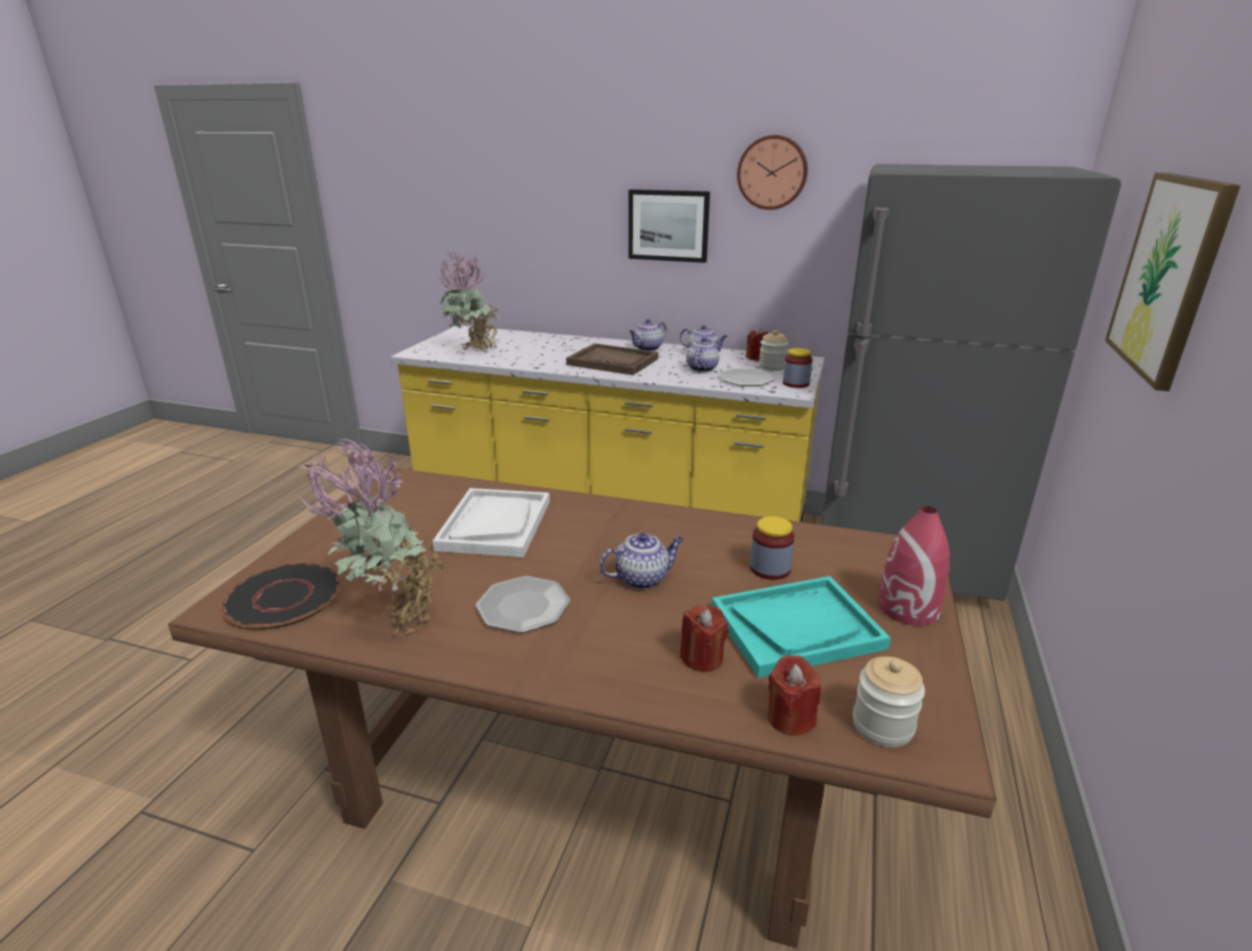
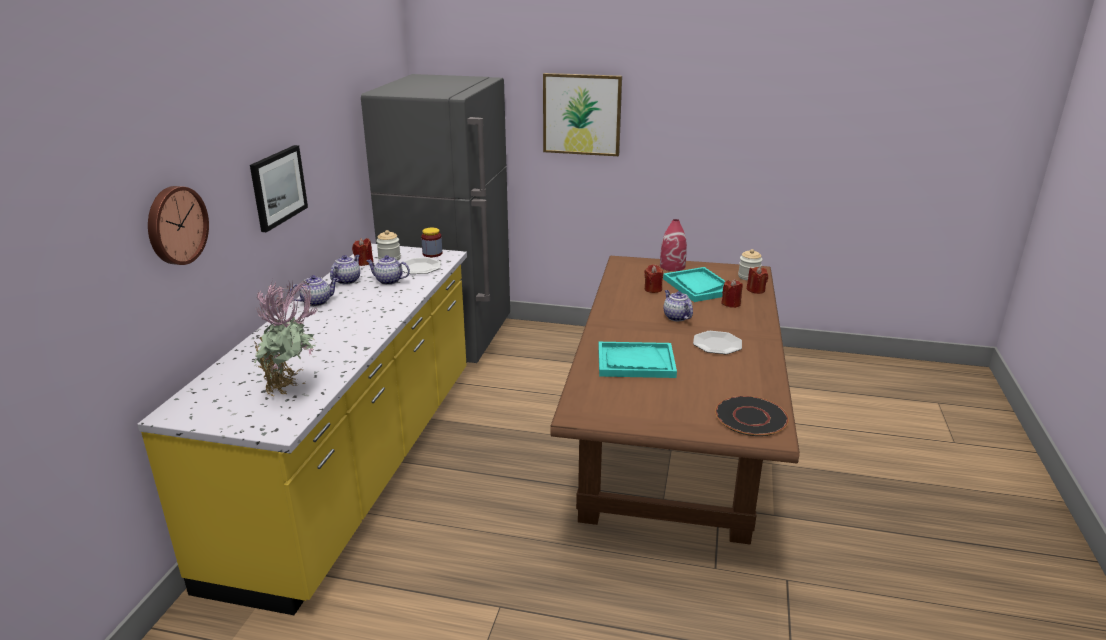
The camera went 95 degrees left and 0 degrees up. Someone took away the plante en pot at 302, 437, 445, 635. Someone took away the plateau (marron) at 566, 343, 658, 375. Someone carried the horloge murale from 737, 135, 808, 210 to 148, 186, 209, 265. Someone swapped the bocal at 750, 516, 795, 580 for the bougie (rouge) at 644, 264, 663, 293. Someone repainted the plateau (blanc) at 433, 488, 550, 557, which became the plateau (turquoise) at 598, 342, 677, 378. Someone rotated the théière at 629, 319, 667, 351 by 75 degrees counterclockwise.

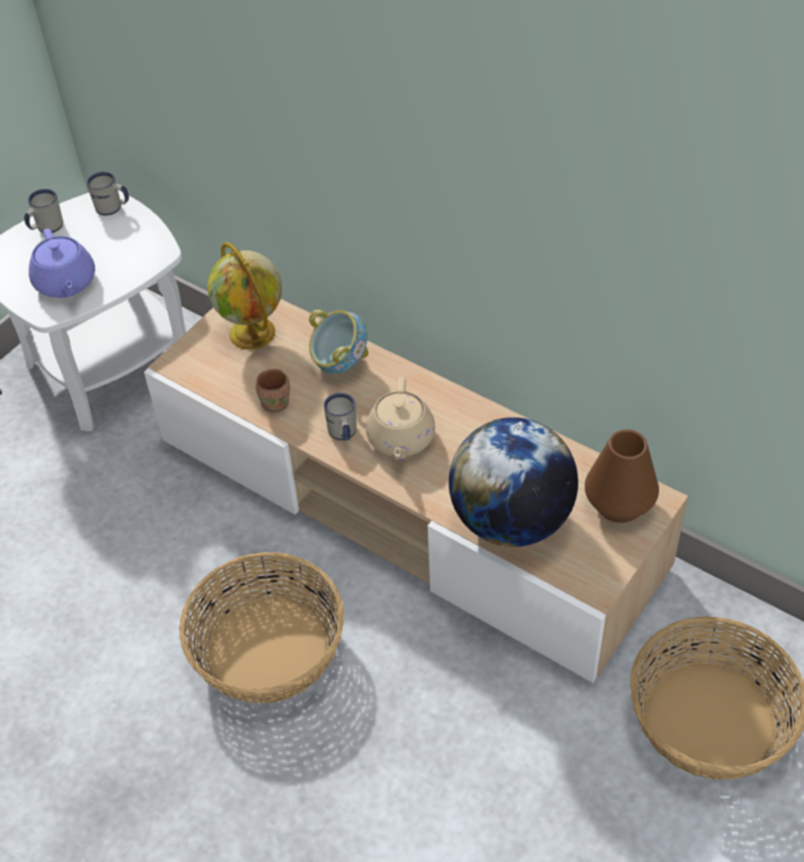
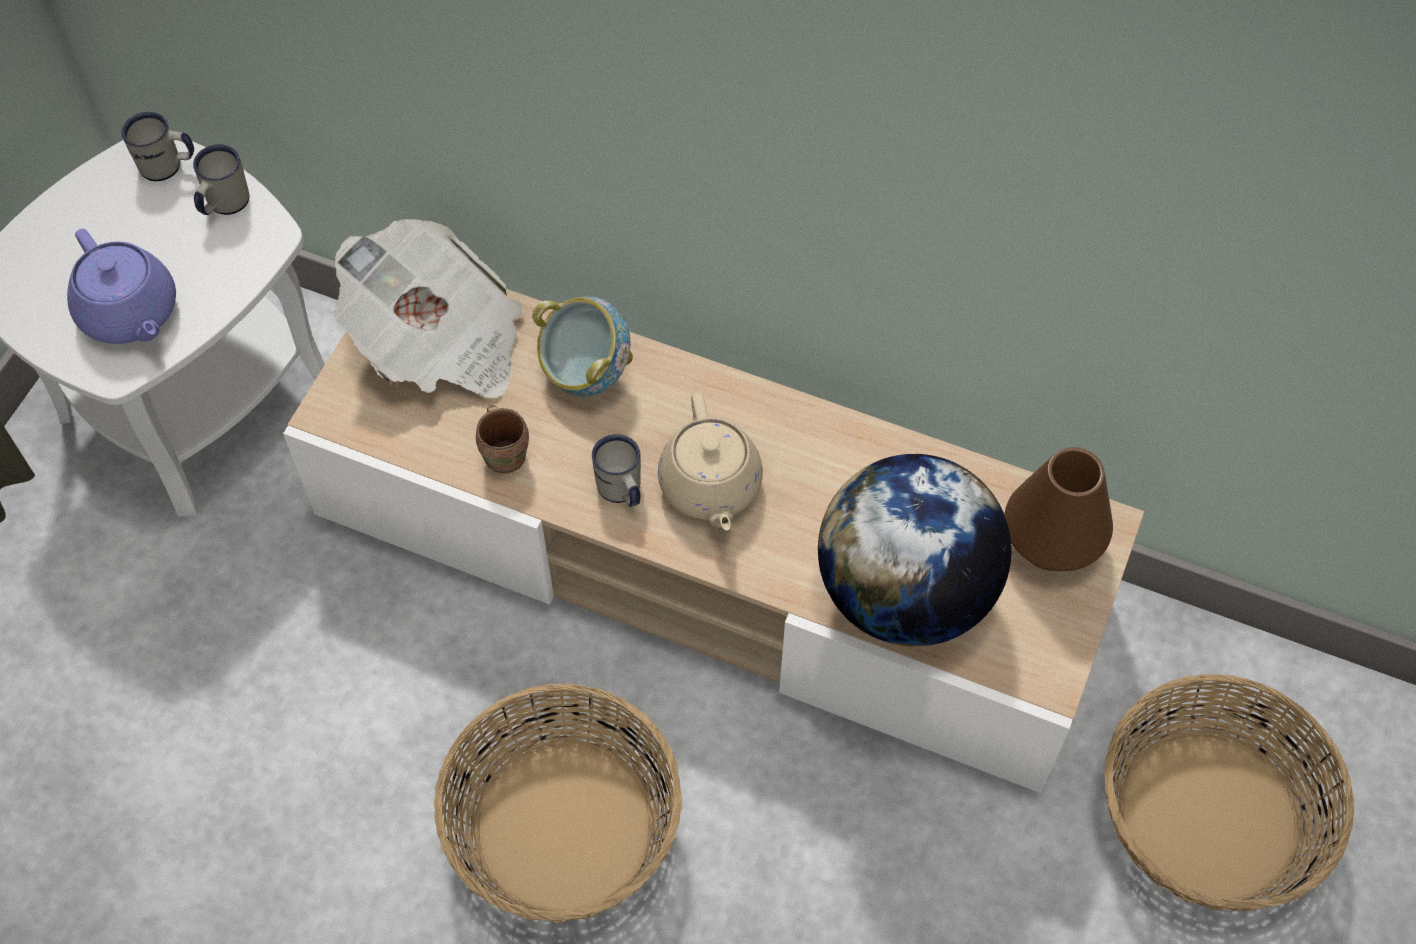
The camera went 15 degrees left and 10 degrees up. Someone carried the mug (blanc) from 24, 189, 63, 233 to 193, 144, 250, 215. Someone swapped the globe at 207, 242, 282, 350 for the journal at 334, 219, 522, 399.

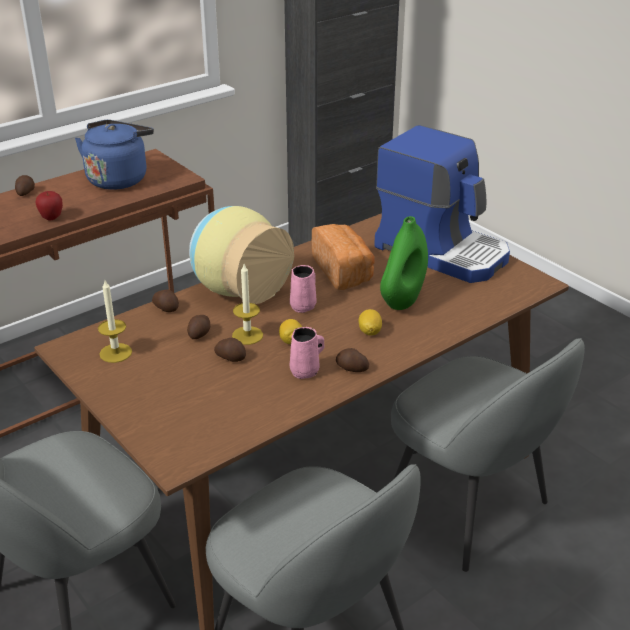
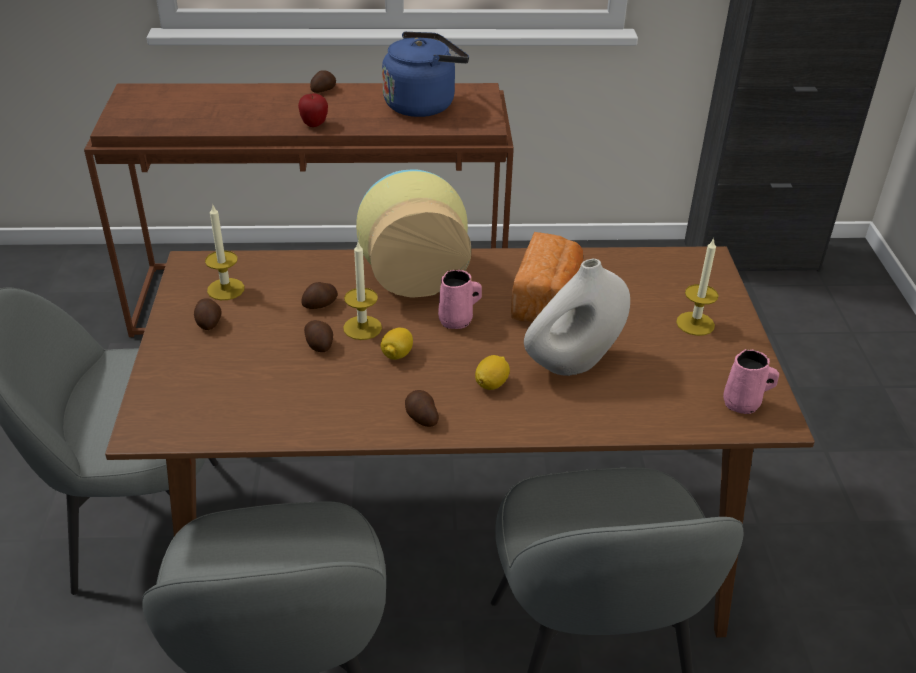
The camera went 35 degrees right and 5 degrees up. Someone carried the pomme de terre from 152, 290, 179, 312 to 194, 298, 221, 330. Someone carried the mug (rose) from 290, 327, 324, 379 to 723, 349, 779, 414. Someone swapped the machine à café at 374, 125, 510, 283 for the bougie at 676, 238, 719, 336. Someone repainted the vase (vert) at 380, 216, 428, 310, which became the vase (blanc) at 524, 258, 630, 376.

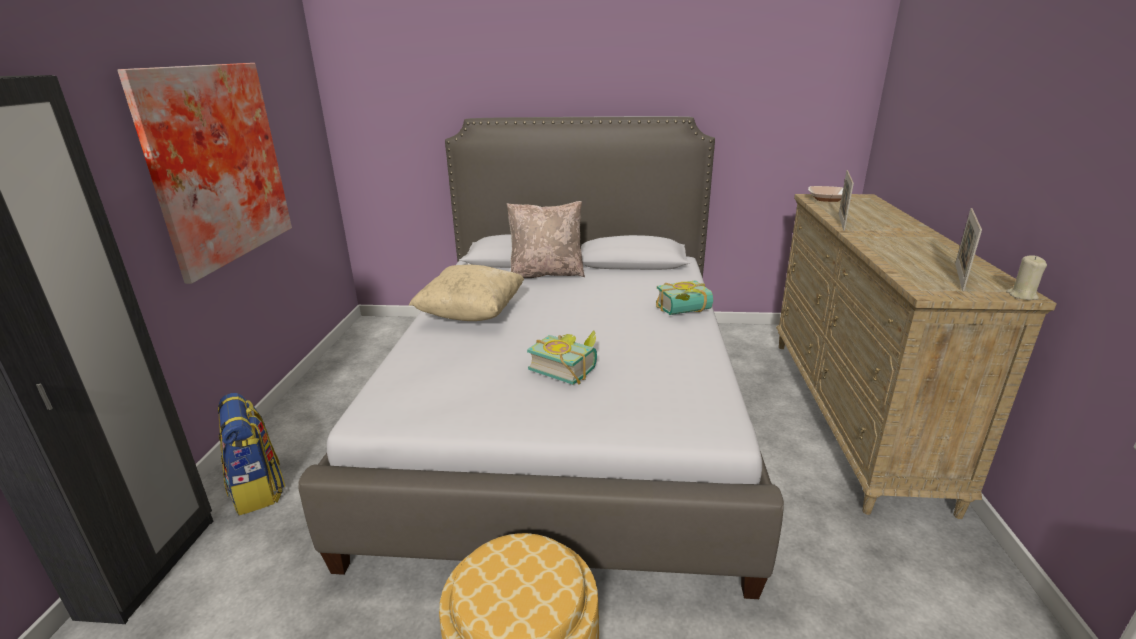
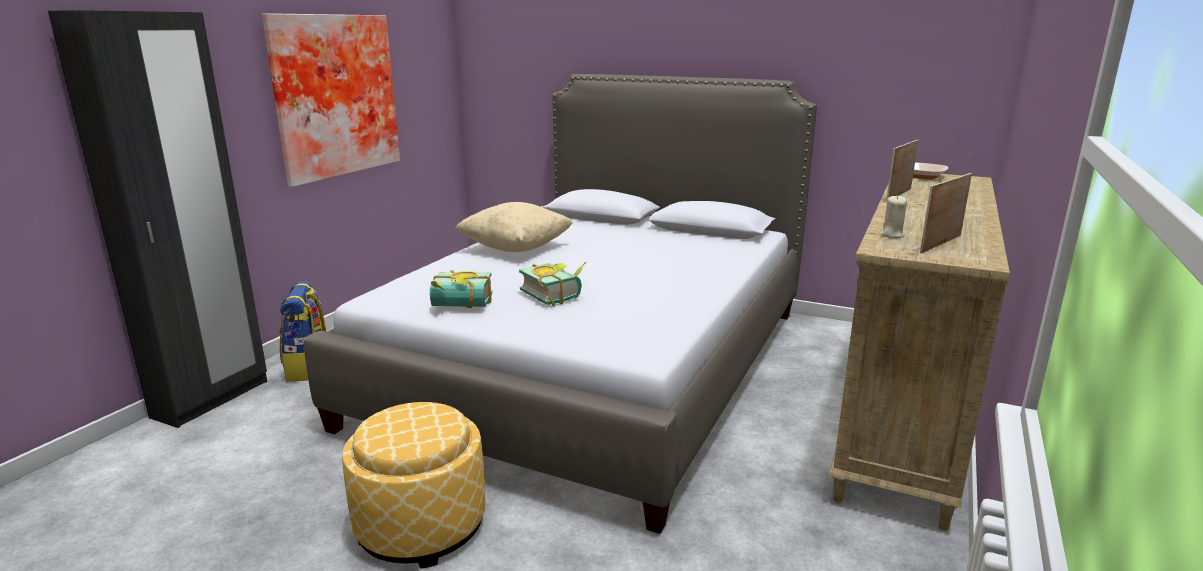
The camera went 20 degrees right and 5 degrees down. Someone took away the coussin (beige) at 507, 201, 585, 278. Someone carried the livre from 656, 280, 713, 315 to 430, 270, 492, 308. Someone carried the bougie (beige) from 1006, 255, 1047, 300 to 880, 195, 907, 238.

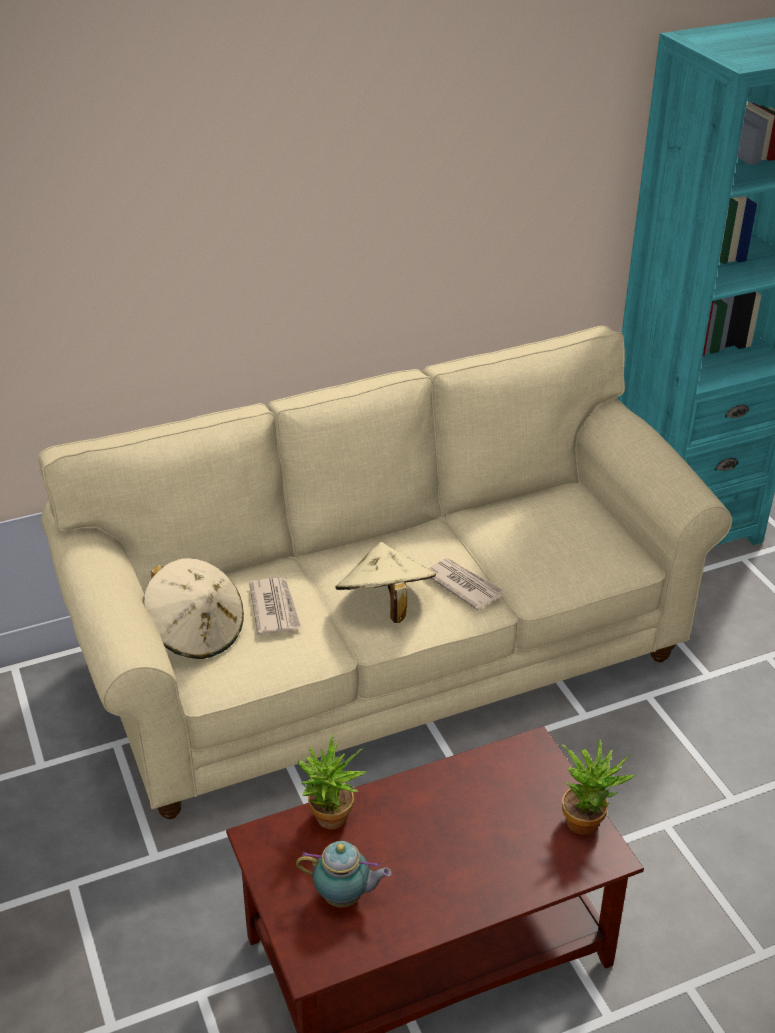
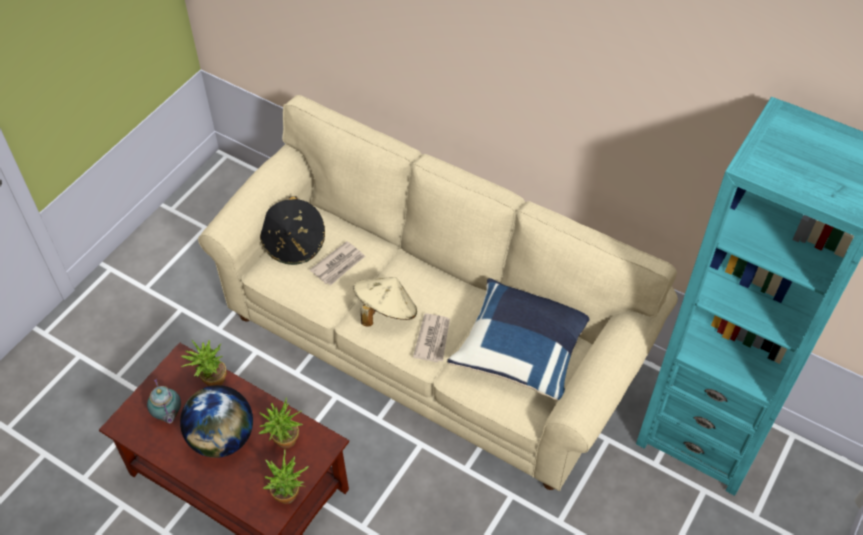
The camera went 55 degrees right and 15 degrees up. Someone put down the globe at 180, 385, 253, 458. Someone put down the plante en pot at 259, 397, 303, 449. Someone put down the coussin (bleu) at 447, 278, 590, 401. Someone repainted the chapeau (beige) at 143, 558, 244, 659, which became the chapeau (noir) at 260, 196, 325, 265.

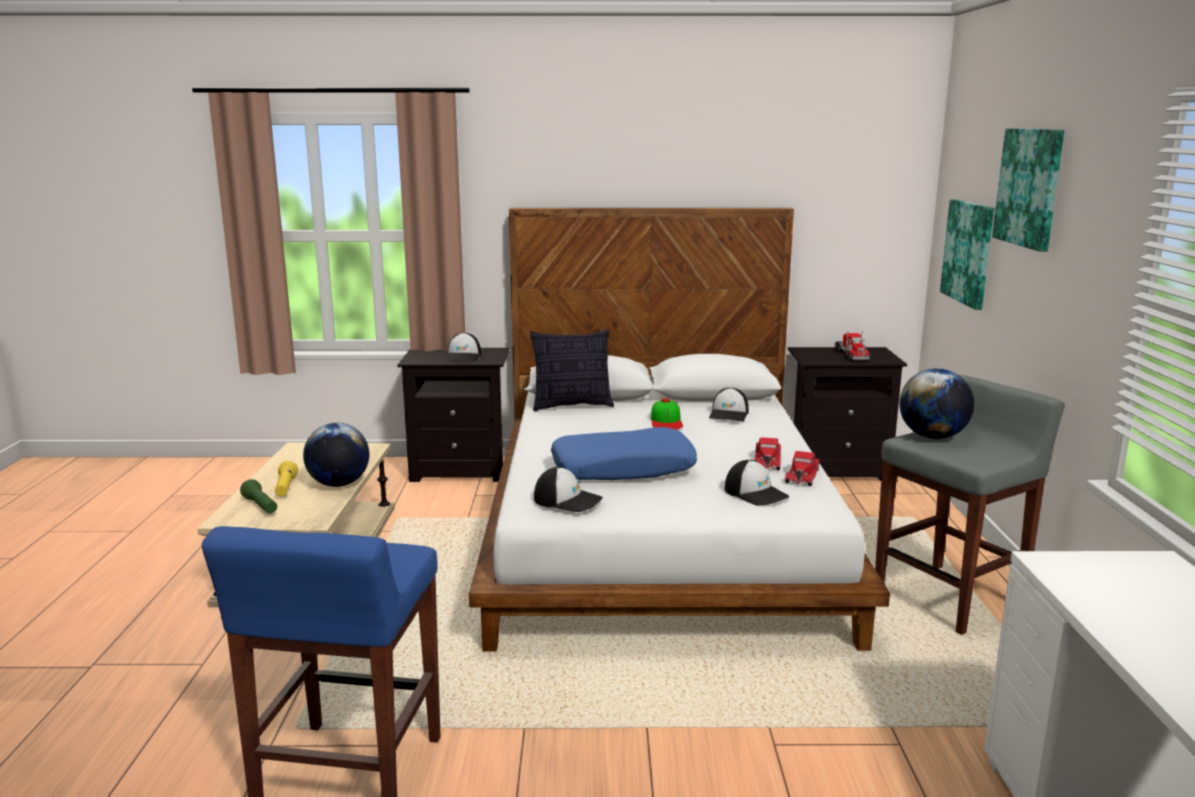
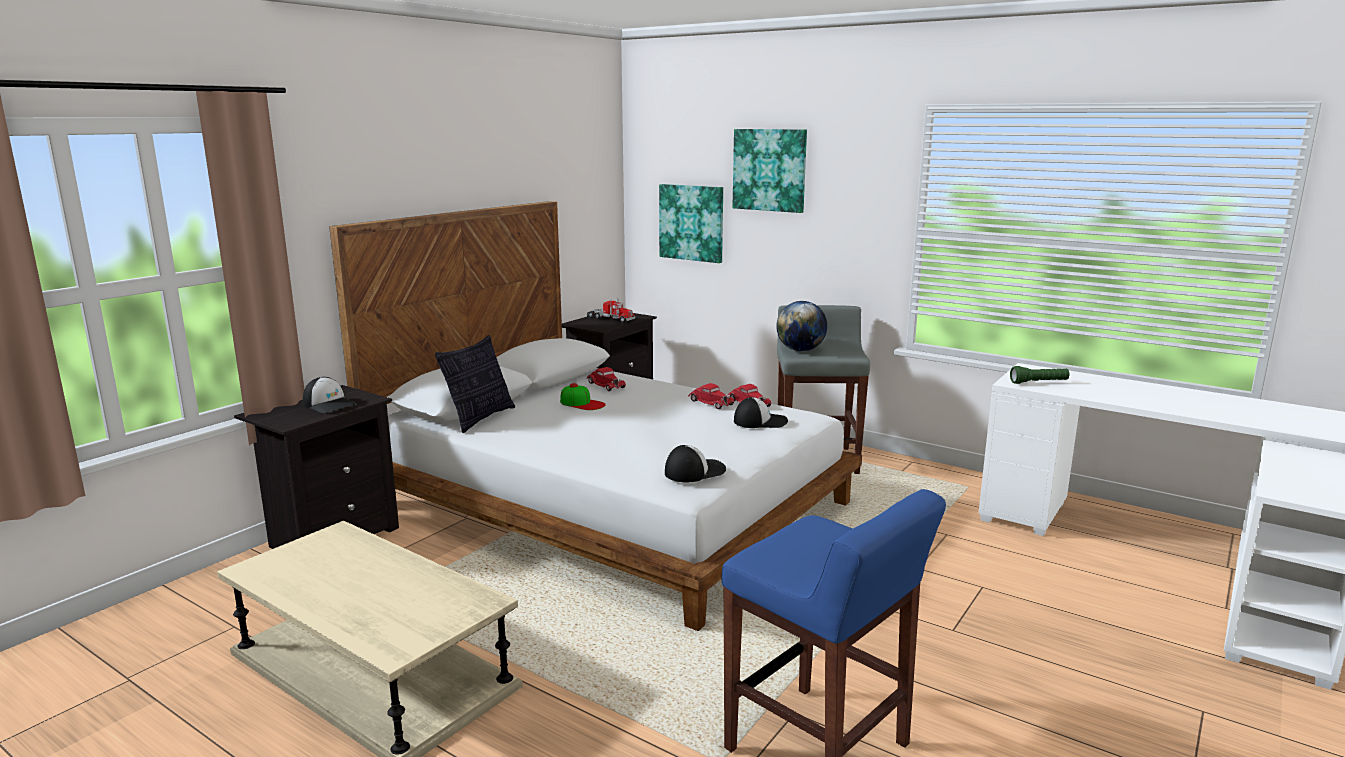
The camera went 55 degrees left and 0 degrees up. Someone took away the lampe de poche (jaune) at 275, 461, 298, 496. Someone took away the globe at 303, 423, 369, 487. Someone took away the coussin (bleu) at 551, 427, 697, 480. Someone carried the lampe de poche (vert) from 240, 479, 277, 514 to 1010, 366, 1069, 384. Someone swapped the casquette at 709, 388, 749, 421 for the petite voiture (rouge) at 586, 367, 626, 391.

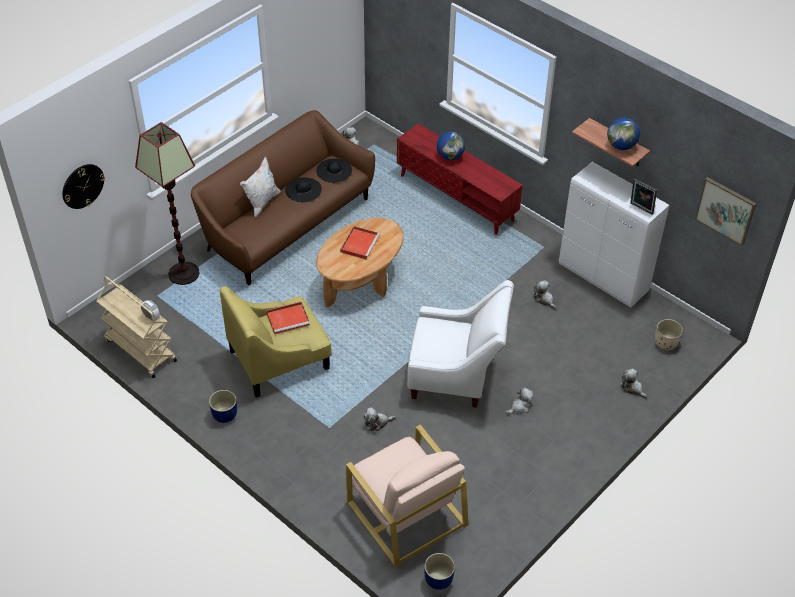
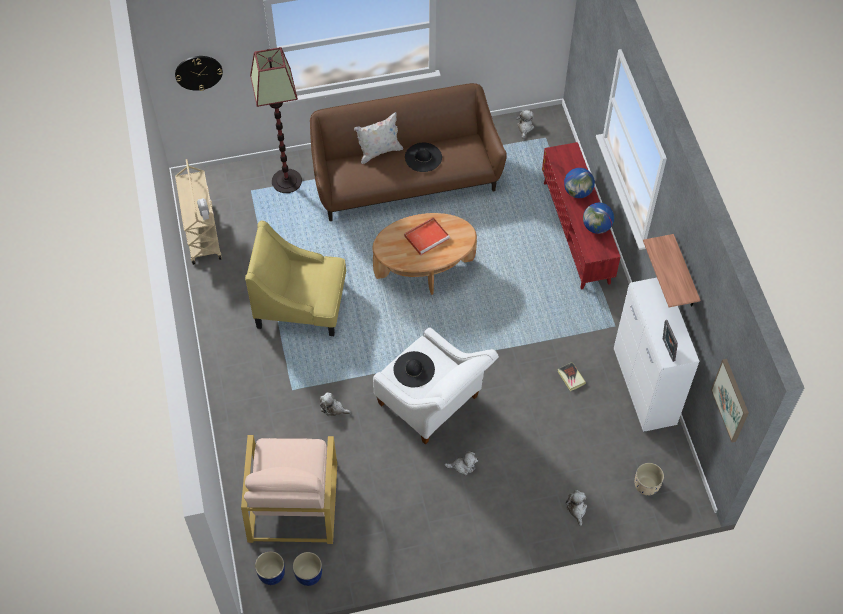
The camera went 35 degrees right and 10 degrees up. Someone took away the plateau (rouge) at 266, 302, 310, 334. Someone carried the cache-pot (bleu) from 209, 390, 237, 423 to 293, 552, 322, 586. Someone carried the chapeau (noir) from 316, 159, 352, 183 to 393, 351, 435, 388. Someone carried the globe from 607, 117, 640, 150 to 583, 203, 614, 234. Someone swapped the peluche at 534, 280, 556, 309 for the livre at 557, 362, 586, 391.

